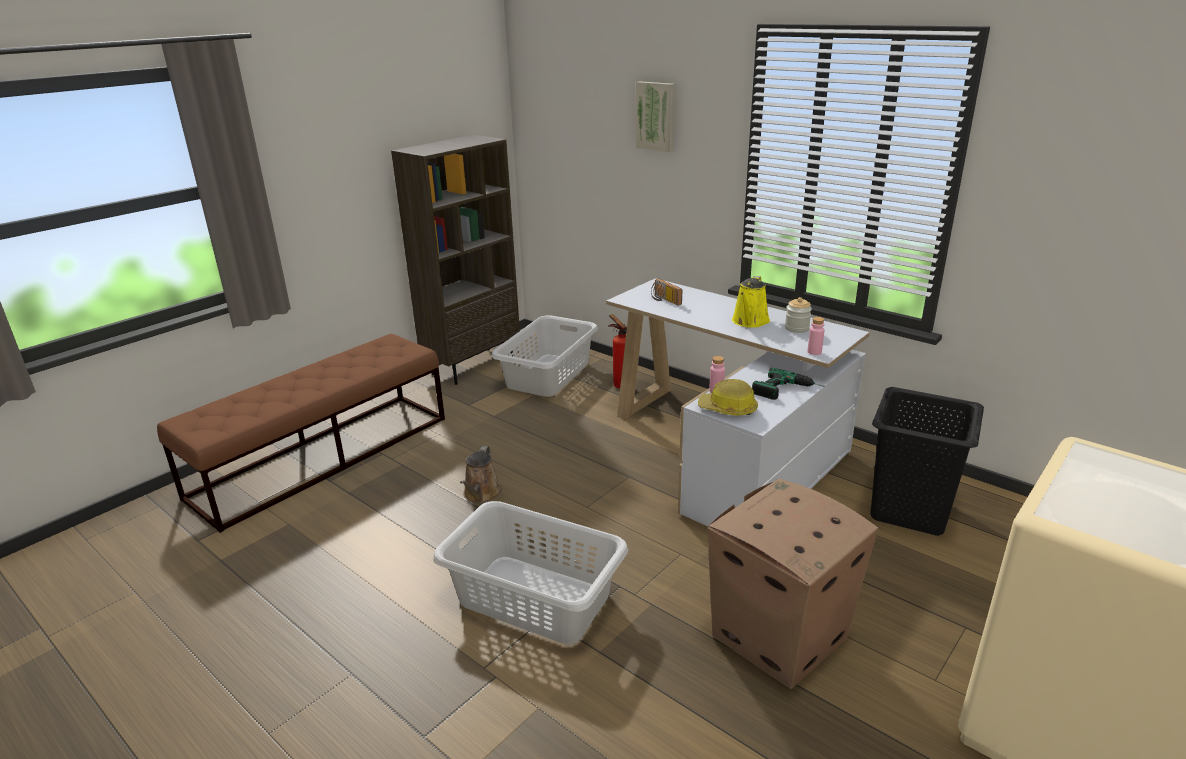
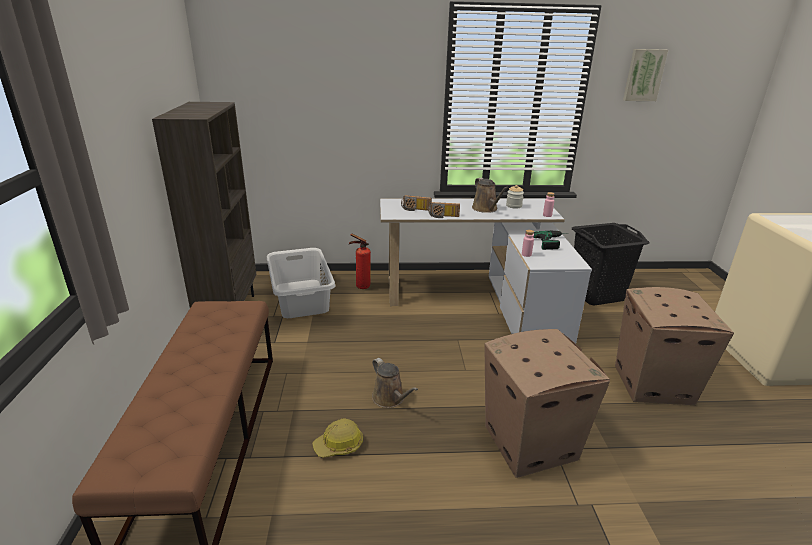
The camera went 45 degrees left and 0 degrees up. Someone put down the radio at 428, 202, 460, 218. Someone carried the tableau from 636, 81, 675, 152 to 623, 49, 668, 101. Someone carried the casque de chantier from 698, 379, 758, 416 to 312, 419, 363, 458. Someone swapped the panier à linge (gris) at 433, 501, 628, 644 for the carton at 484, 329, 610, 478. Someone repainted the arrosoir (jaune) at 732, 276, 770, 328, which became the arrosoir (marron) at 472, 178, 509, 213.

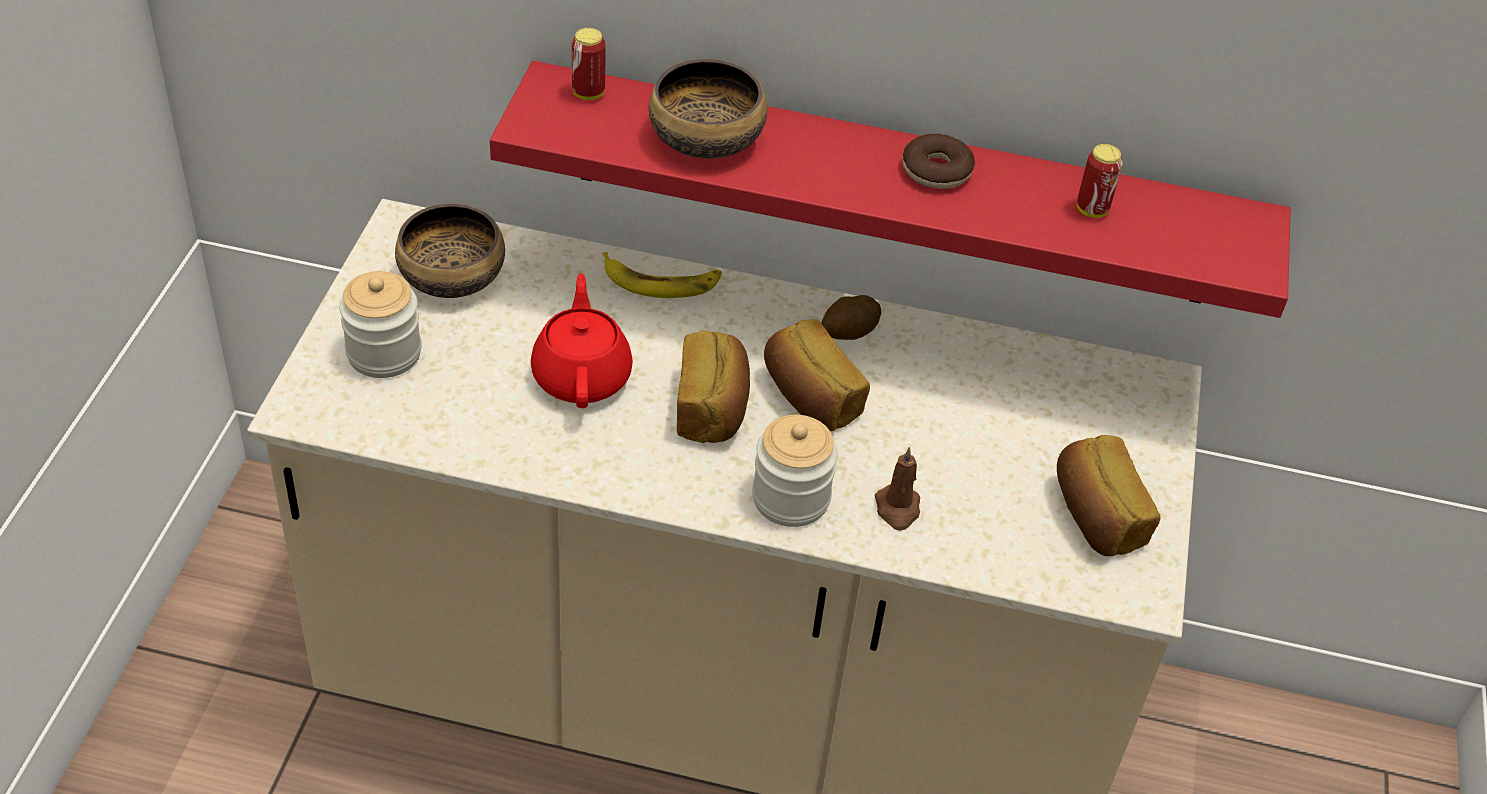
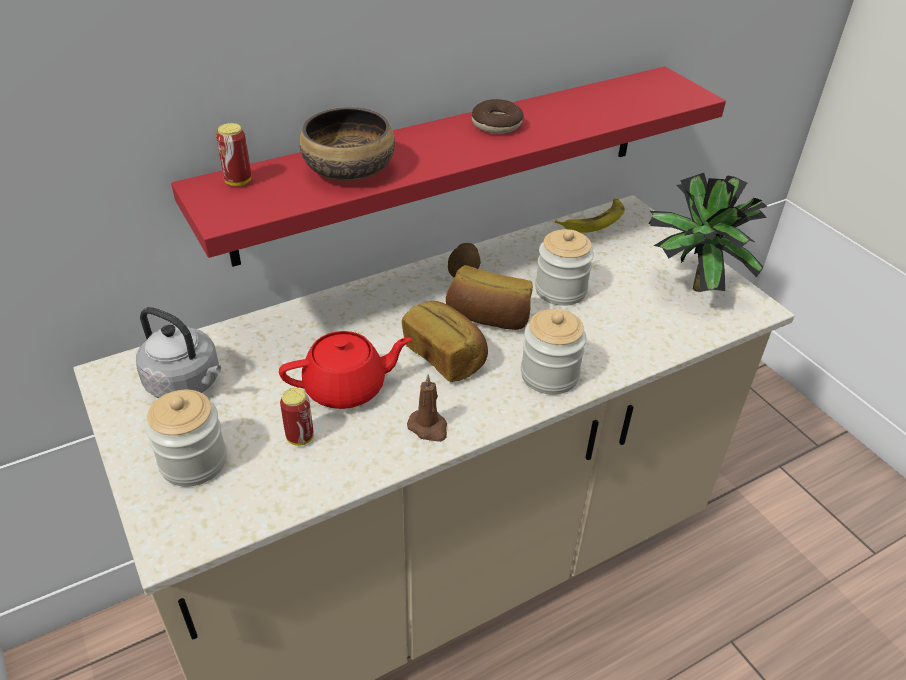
The camera went 40 degrees left and 5 degrees down. Someone put down the bocal at 535, 229, 594, 306. Someone carried the banane from 602, 252, 722, 298 to 555, 198, 625, 233. Someone carried the bougie (marron) from 875, 447, 920, 531 to 407, 374, 447, 442. Someone carried the boîte métallique from 1077, 144, 1123, 218 to 280, 388, 314, 446. Someone swapped the bol at 395, 204, 505, 298 for the bouilloire (gris) at 136, 307, 221, 398. Someone swapped the pain at 1057, 435, 1160, 556 for the plante en pot at 648, 173, 768, 292. Someone rotated the théière (rouge) at 531, 273, 633, 408 by 120 degrees clockwise.

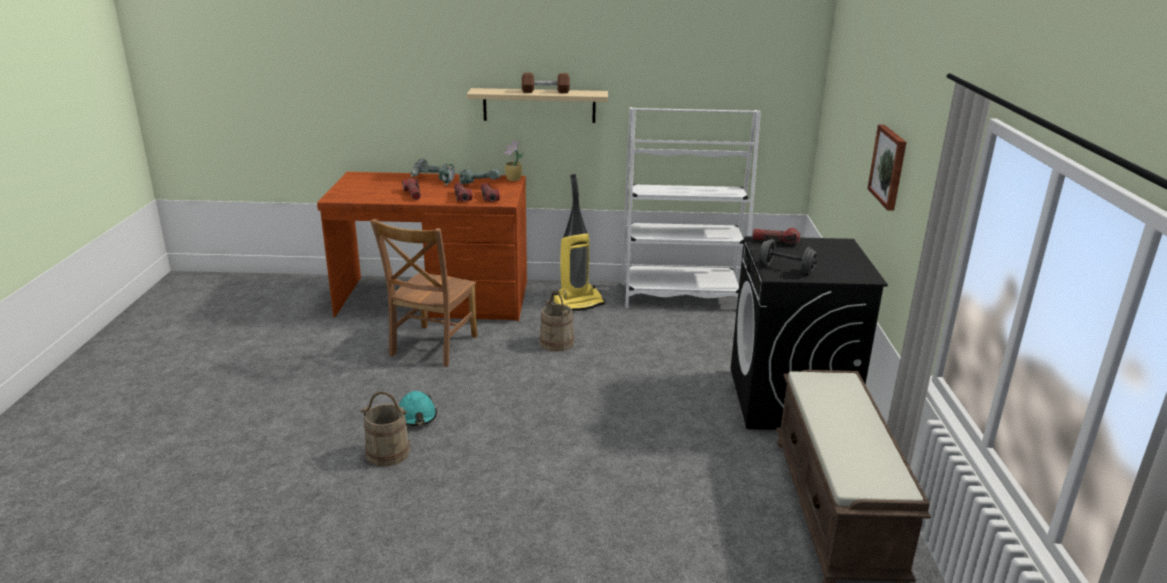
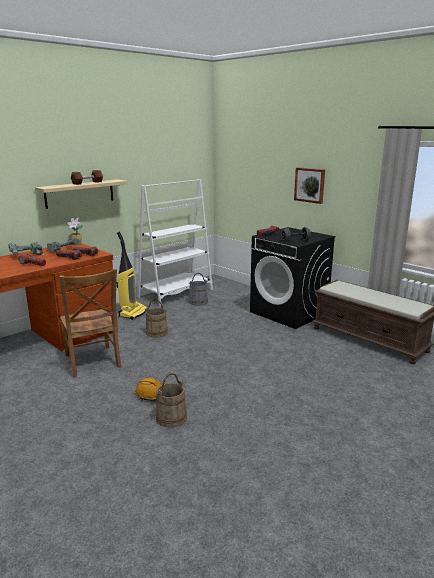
The camera went 45 degrees left and 5 degrees down. Someone put down the seau (gris) at 189, 273, 208, 306. Someone repainted the casque de chantier (turquoise) at 399, 391, 437, 426, which became the casque de chantier (orange) at 135, 378, 162, 401.

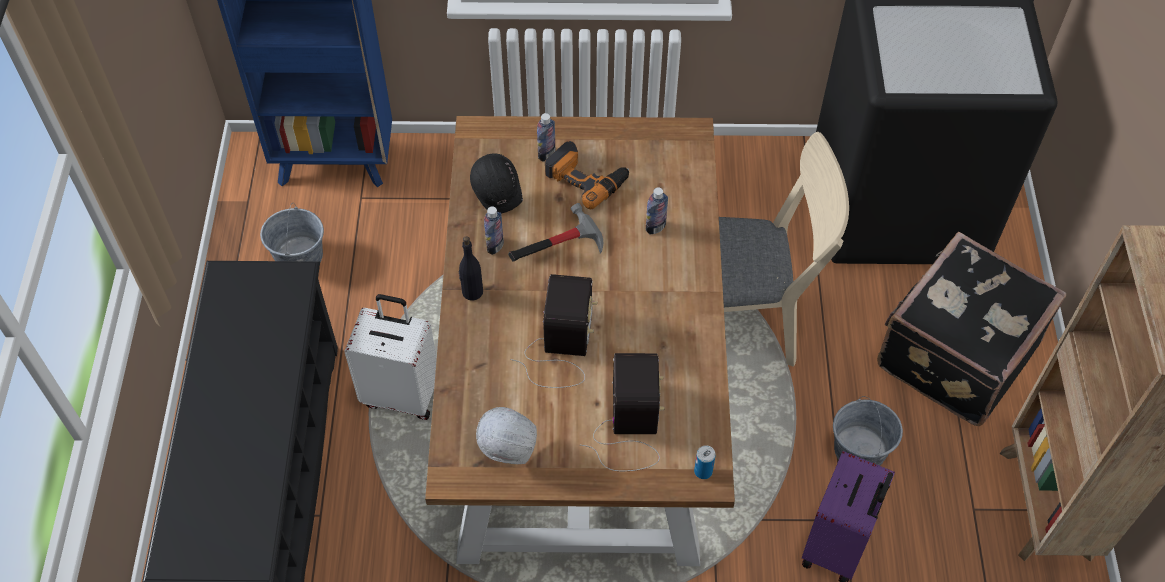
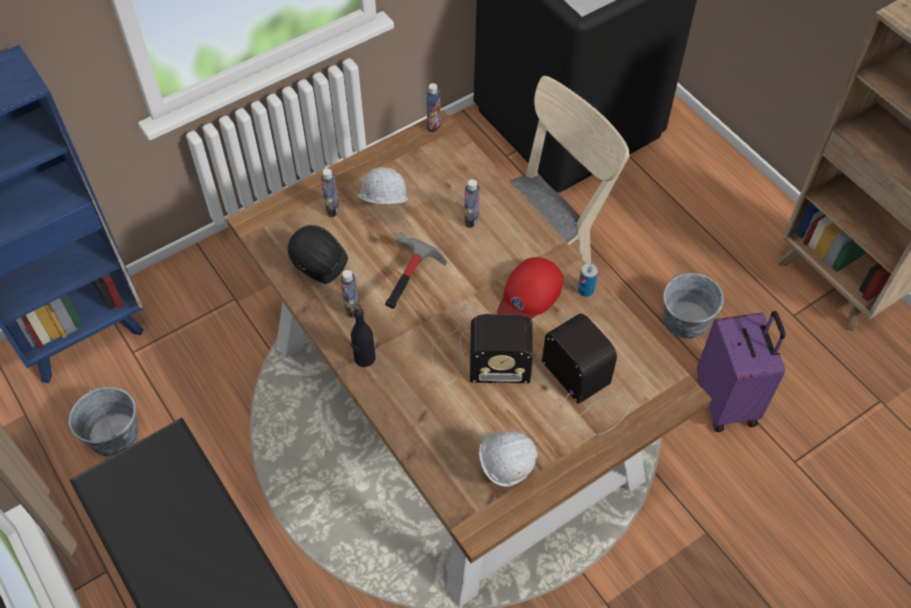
The camera went 35 degrees left and 0 degrees up. Someone took away the valise (blanc) at 344, 294, 437, 420. Someone took away the valise (noir) at 877, 232, 1066, 426. Someone put down the bouteille at 426, 83, 441, 132. Someone put down the casquette (rouge) at 497, 257, 563, 319. Someone carried the boîte métallique from 694, 445, 716, 479 to 578, 263, 598, 297. Someone swapped the perceuse at 545, 141, 629, 209 for the casque de chantier (blanc) at 356, 167, 408, 204. Someone rotated the radio at 510, 274, 597, 388 by 120 degrees clockwise.

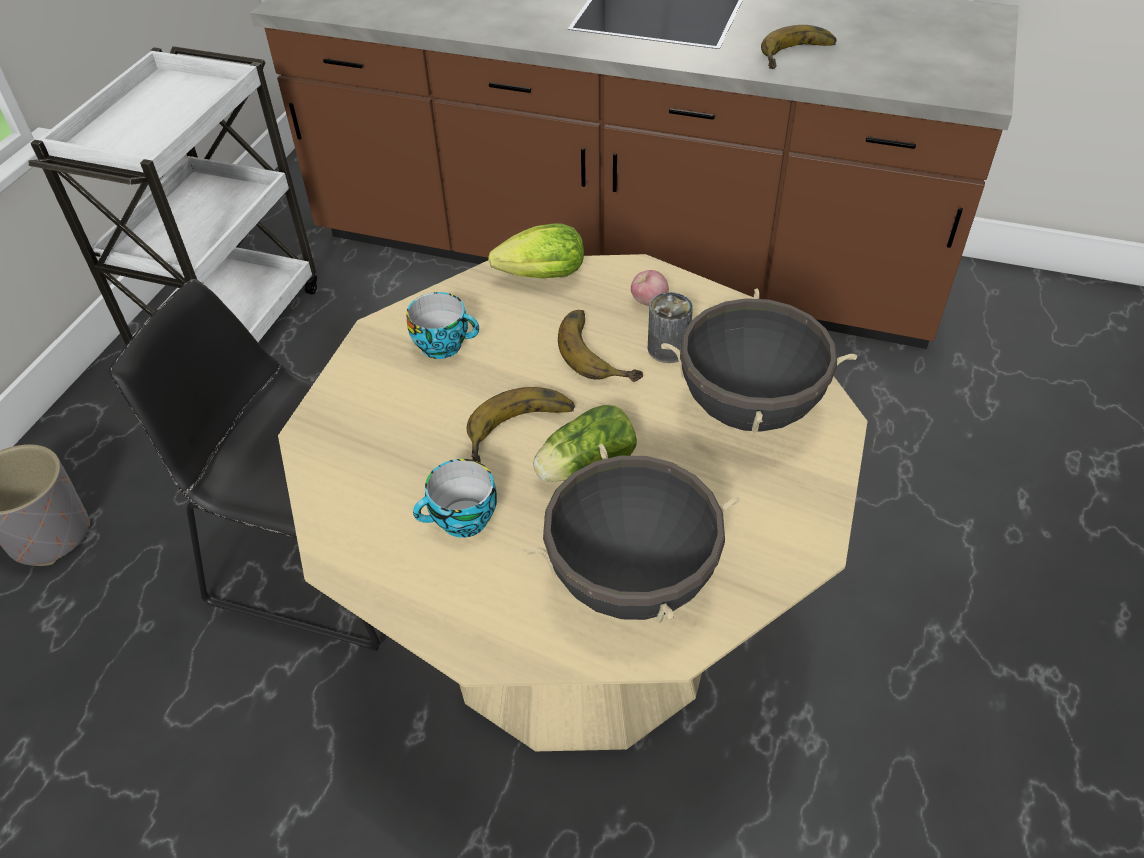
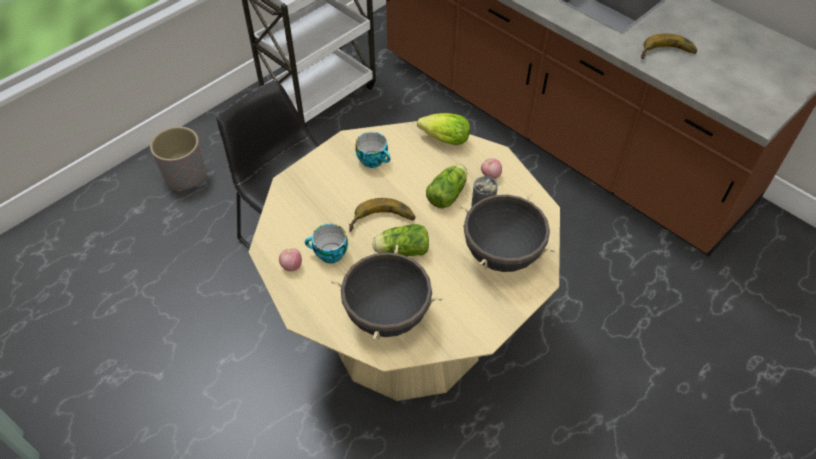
The camera went 25 degrees right and 5 degrees up. Someone put down the pomme at 279, 248, 302, 271. Someone swapped the banane at 558, 310, 643, 382 for the laitue at 426, 164, 467, 209.

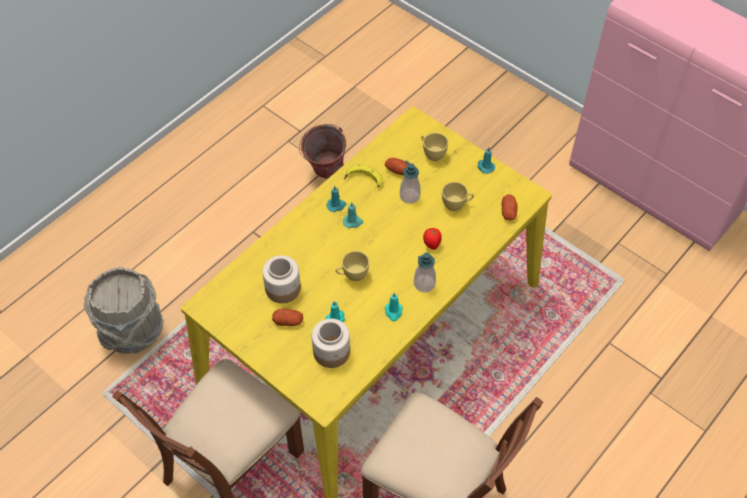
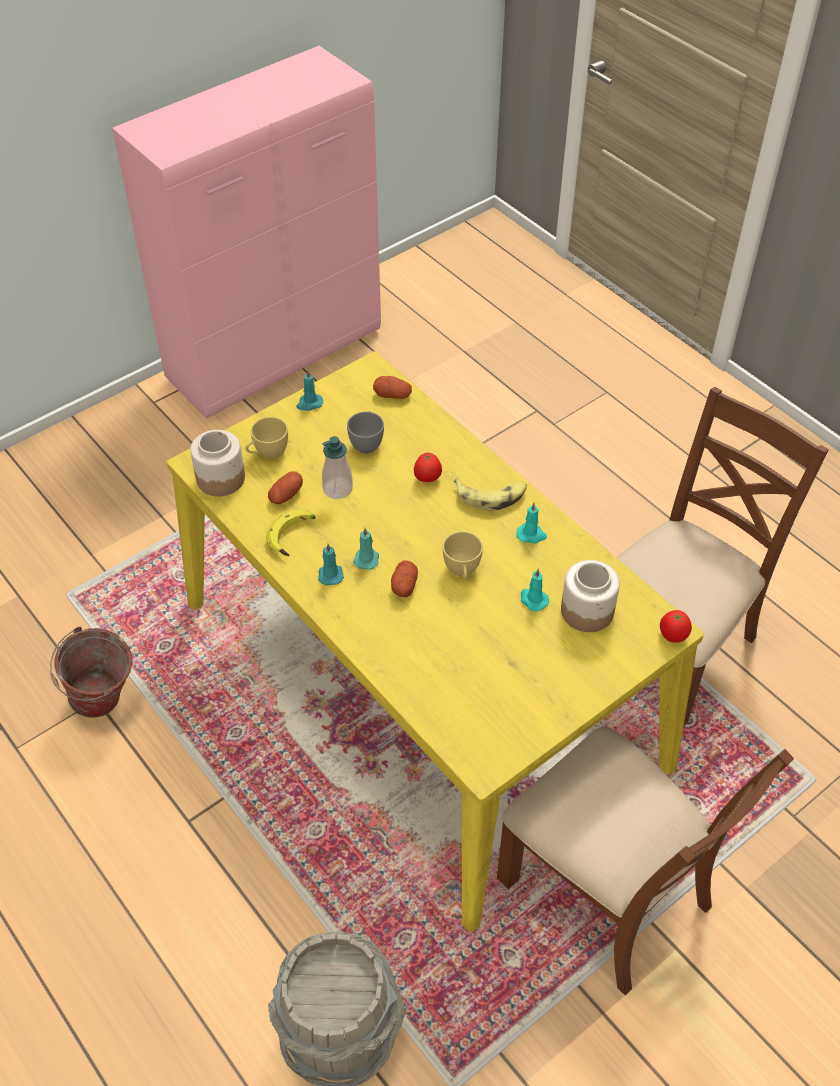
The camera went 80 degrees left and 5 degrees down. Someone put down the tomate at 660, 610, 692, 643. Someone carried the bocal from 262, 255, 301, 303 to 190, 430, 245, 496. Someone carried the pomme de terre from 272, 309, 303, 326 to 391, 560, 418, 597. Someone swapped the distributeur de savon at 414, 252, 436, 292 for the banane at 454, 478, 527, 510. Someone repainted the tasse (jaune) at 442, 182, 474, 211, which became the tasse (gris) at 347, 411, 384, 453.

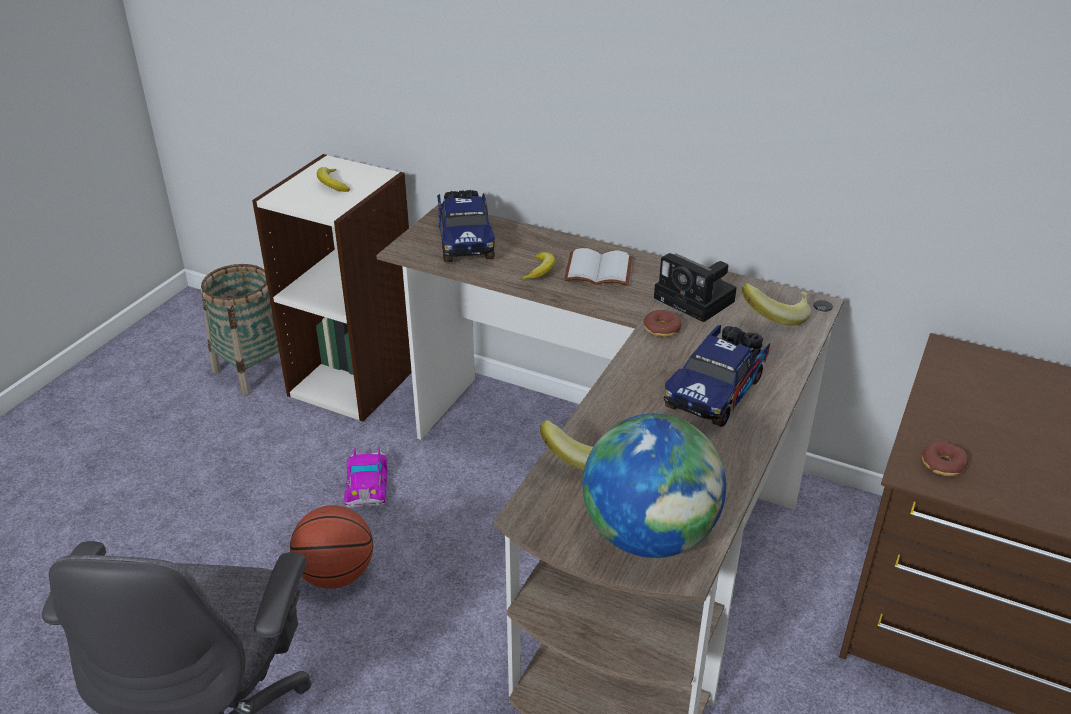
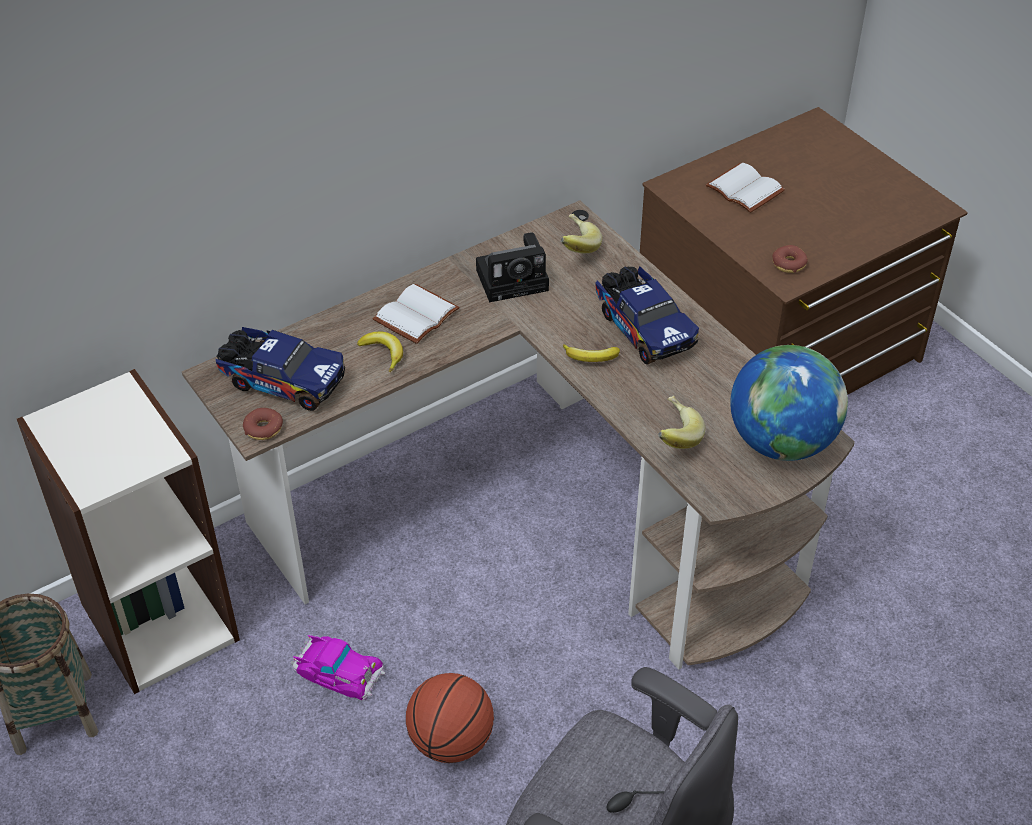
The camera went 60 degrees left and 10 degrees up. Someone put down the livre (blanc) at 706, 163, 785, 213. Someone carried the banane from 317, 167, 350, 192 to 563, 344, 620, 362. Someone carried the beignet from 643, 310, 682, 337 to 243, 408, 283, 440.

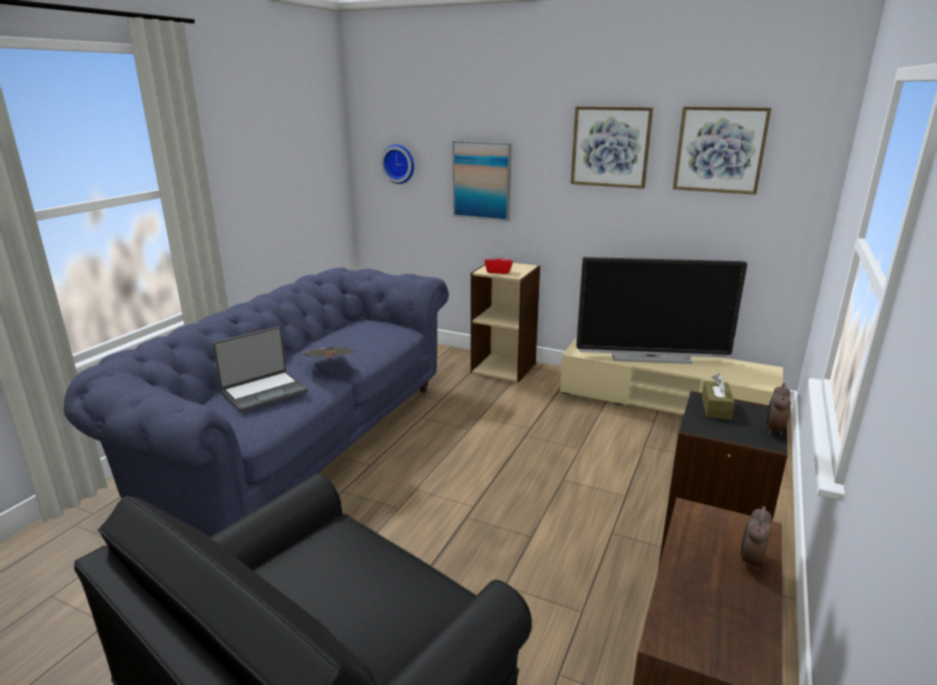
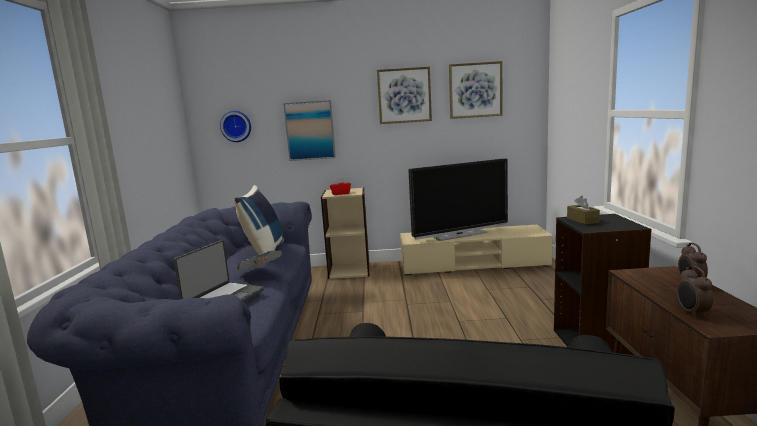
The camera went 25 degrees left and 10 degrees down. Someone put down the coussin (bleu) at 234, 185, 284, 254. Someone carried the réveil from 766, 383, 791, 436 to 677, 266, 713, 318.

